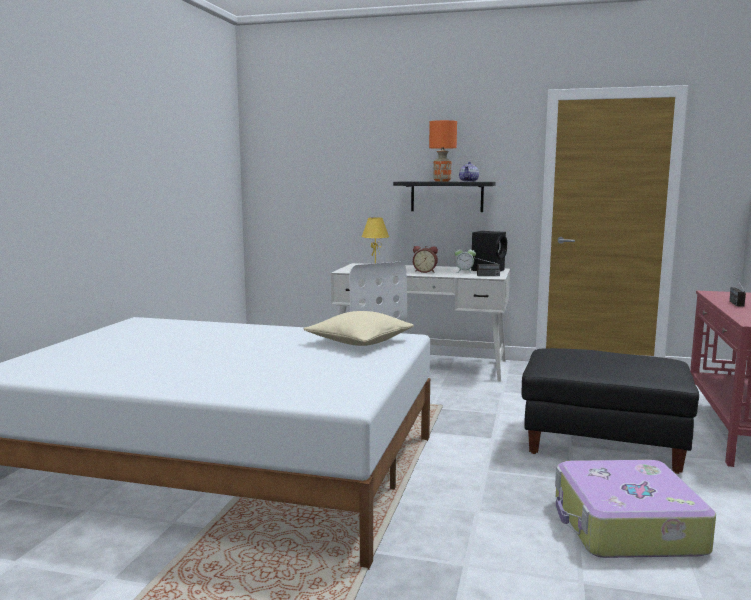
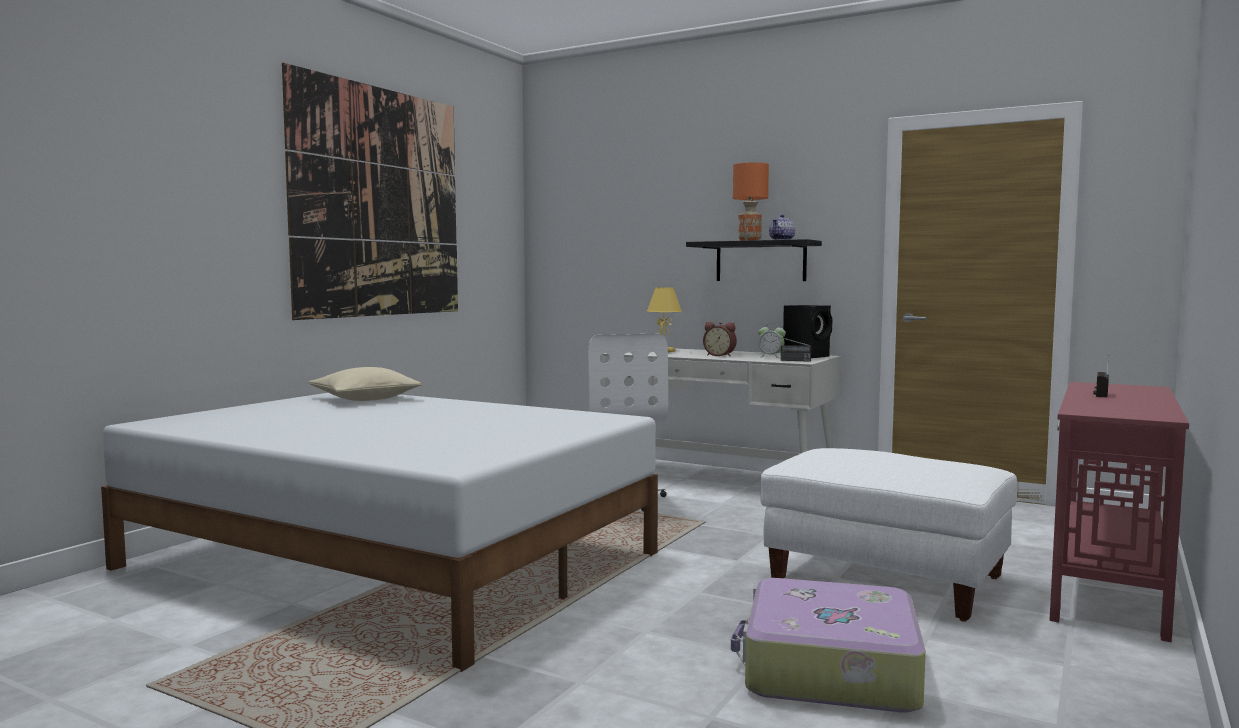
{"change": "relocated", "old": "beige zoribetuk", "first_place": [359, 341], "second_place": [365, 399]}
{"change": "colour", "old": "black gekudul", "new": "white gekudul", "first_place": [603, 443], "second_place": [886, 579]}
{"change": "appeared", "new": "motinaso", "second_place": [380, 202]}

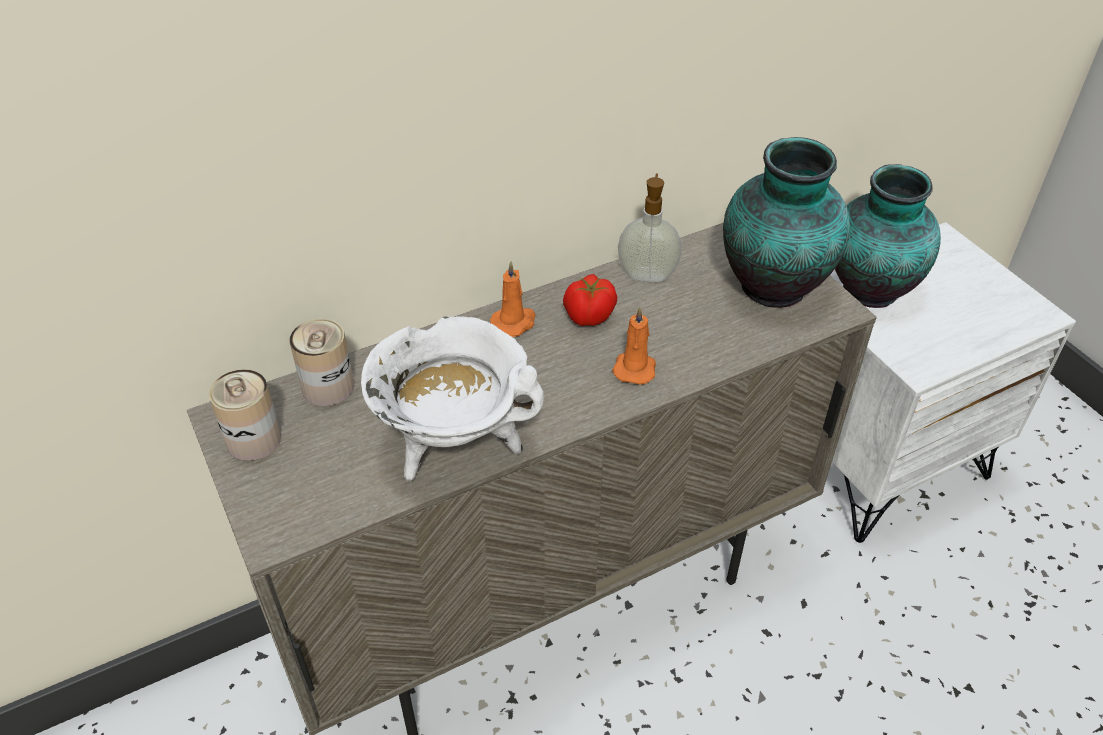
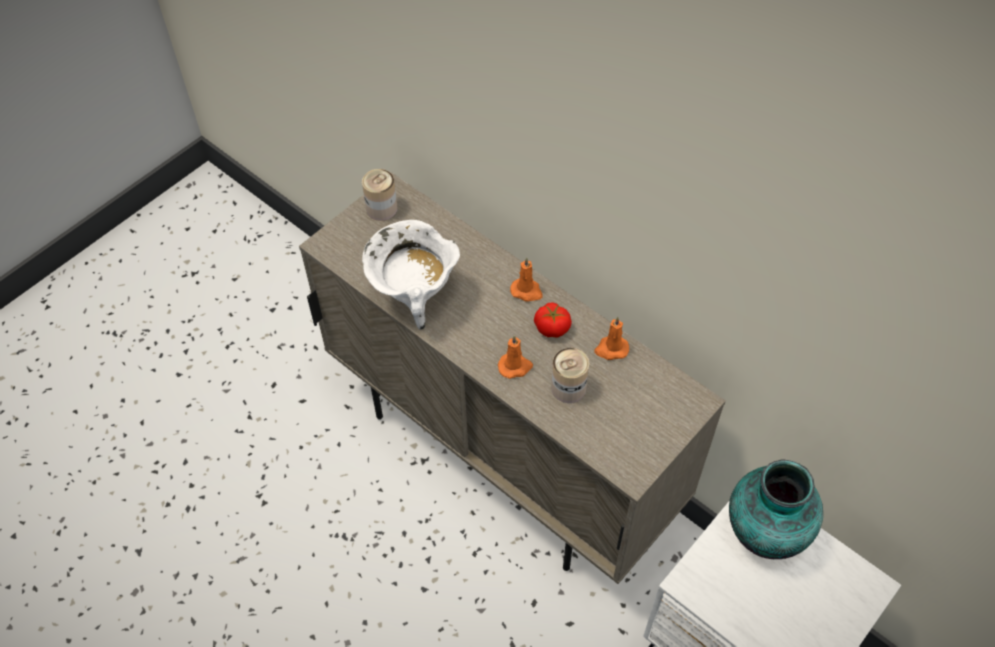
{"change": "missing", "old": "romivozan", "first_place": [774, 289]}
{"change": "exchanged", "old": "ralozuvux", "new": "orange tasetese", "first_place": [647, 274], "second_place": [611, 349]}
{"change": "relocated", "old": "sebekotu", "first_place": [328, 386], "second_place": [568, 388]}

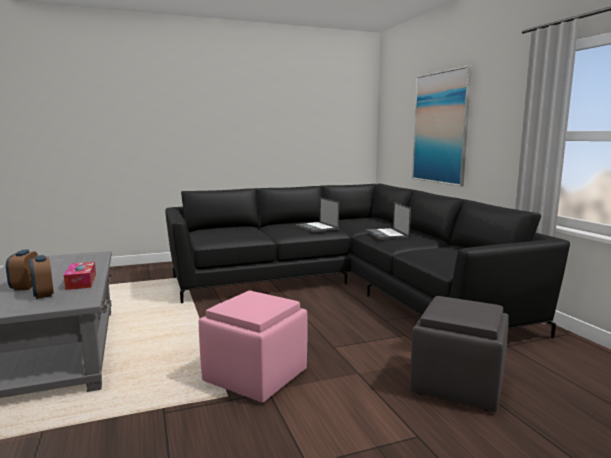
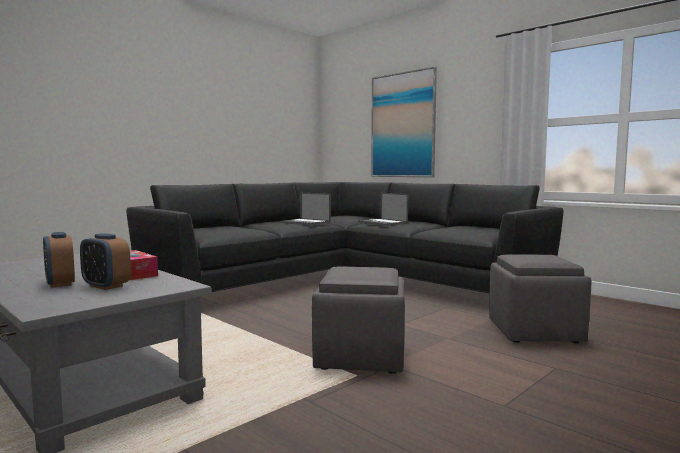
{"change": "colour", "old": "pink gekudul", "new": "grey gekudul", "first_place": [255, 376], "second_place": [359, 356]}

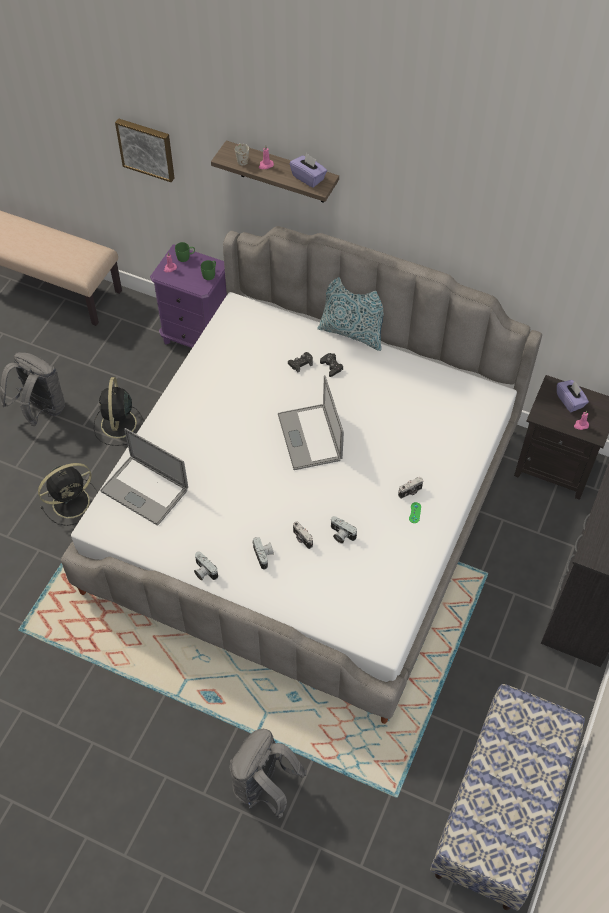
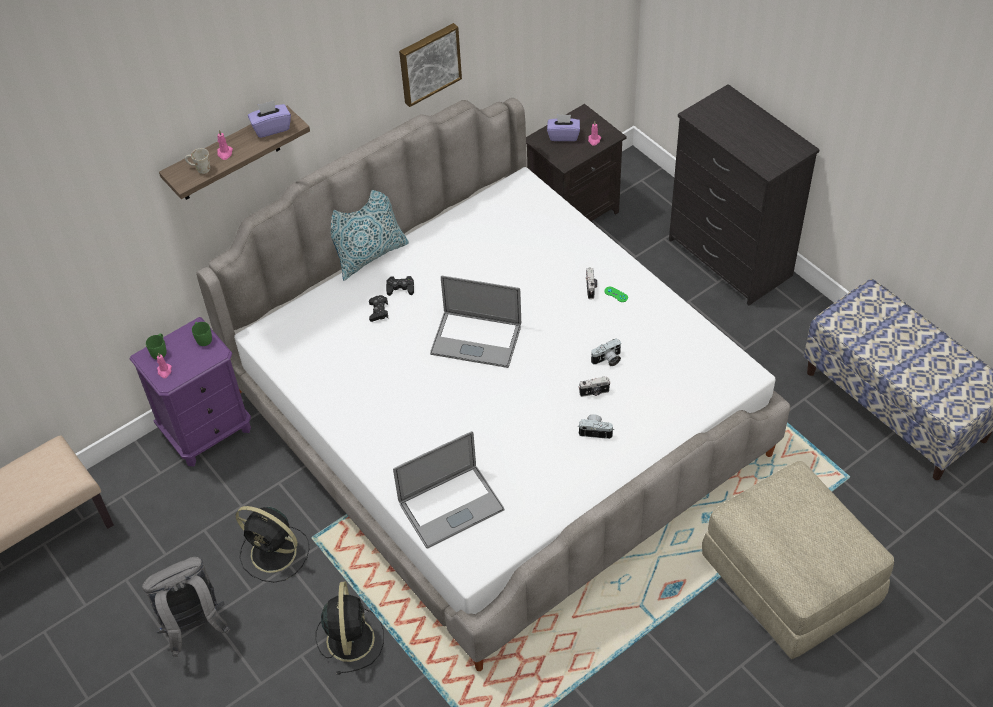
{"change": "relocated", "old": "motinaso", "first_place": [146, 148], "second_place": [428, 63]}
{"change": "missing", "old": "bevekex", "first_place": [203, 571]}
{"change": "exchanged", "old": "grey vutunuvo", "new": "beige gekudul", "first_place": [264, 786], "second_place": [791, 580]}

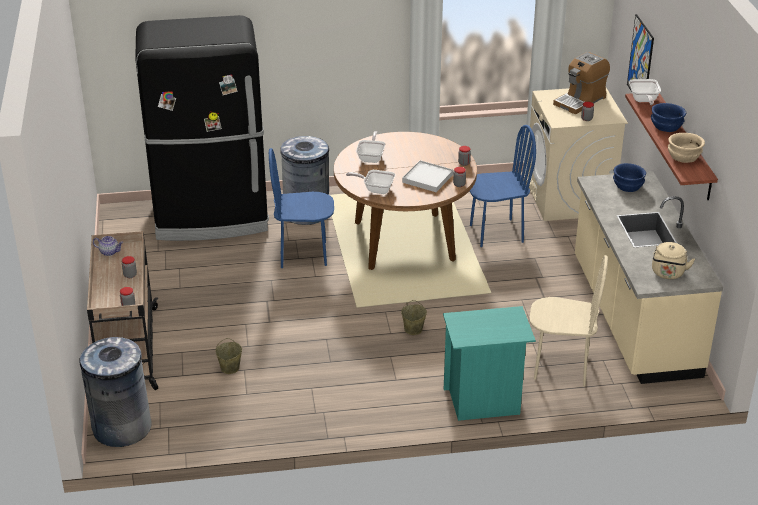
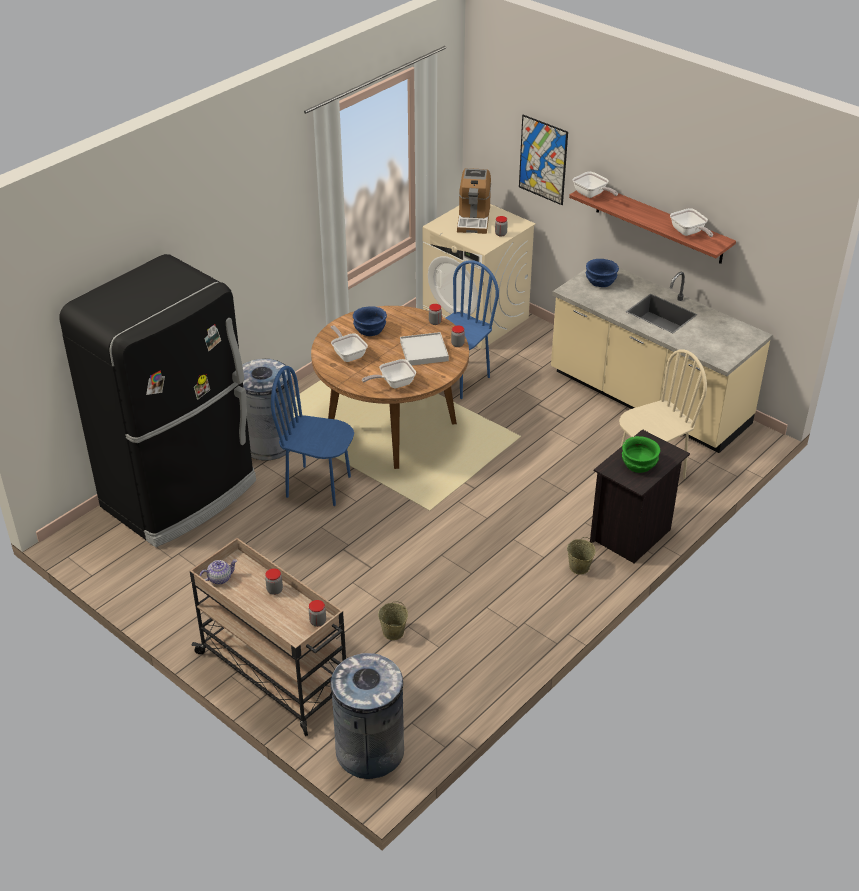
{"change": "relocated", "old": "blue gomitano", "first_place": [665, 127], "second_place": [369, 330]}
{"change": "exchanged", "old": "beige gomitano", "new": "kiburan", "first_place": [683, 157], "second_place": [689, 233]}
{"change": "spun", "old": "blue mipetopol", "first_place": [303, 254], "second_place": [318, 486], "degrees": 60}
{"change": "missing", "old": "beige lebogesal", "first_place": [668, 274]}
{"change": "relocated", "old": "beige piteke", "first_place": [413, 330], "second_place": [579, 567]}
{"change": "colour", "old": "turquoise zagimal", "new": "black zagimal", "first_place": [483, 401], "second_place": [632, 535]}
{"change": "appeared", "new": "green gomitano", "second_place": [639, 464]}

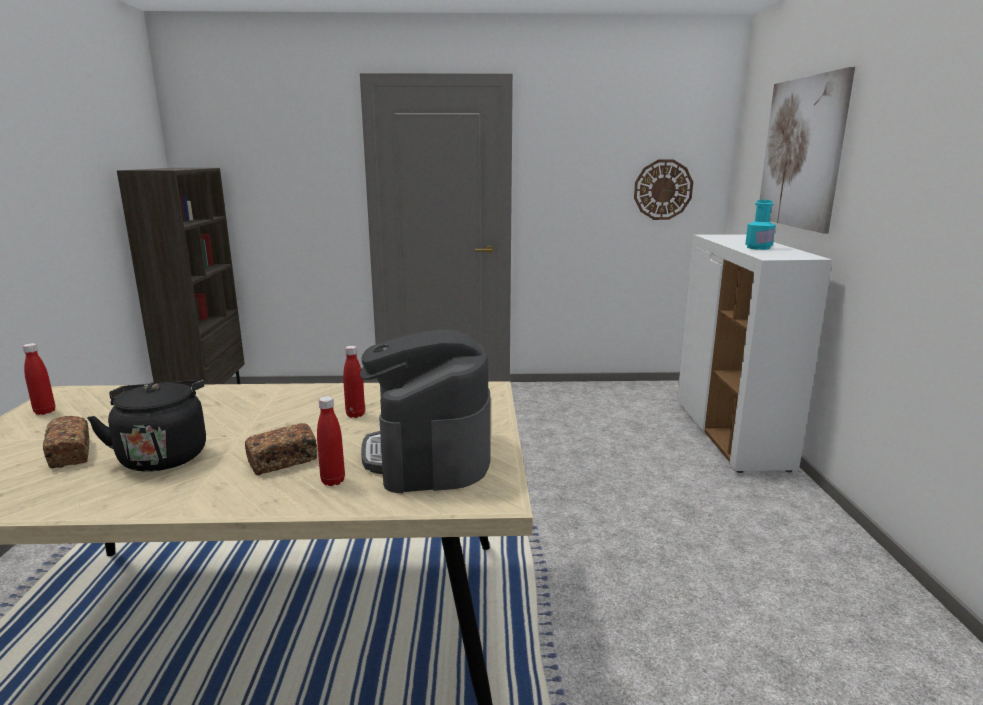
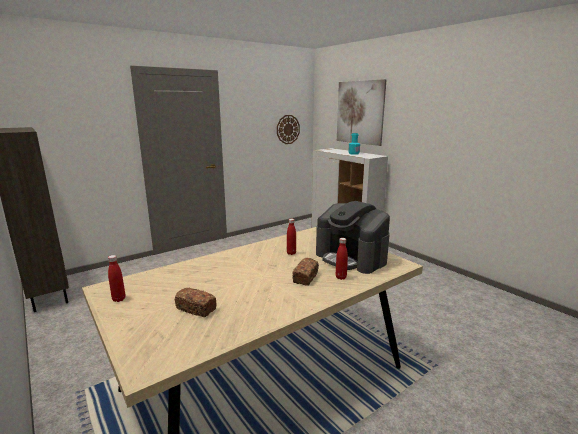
{"change": "missing", "old": "black lebogesal", "first_place": [164, 455]}

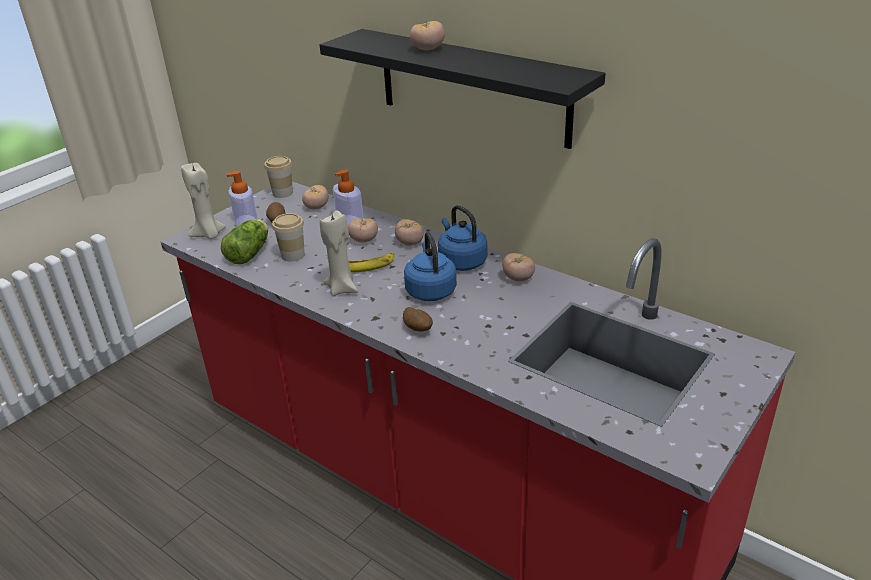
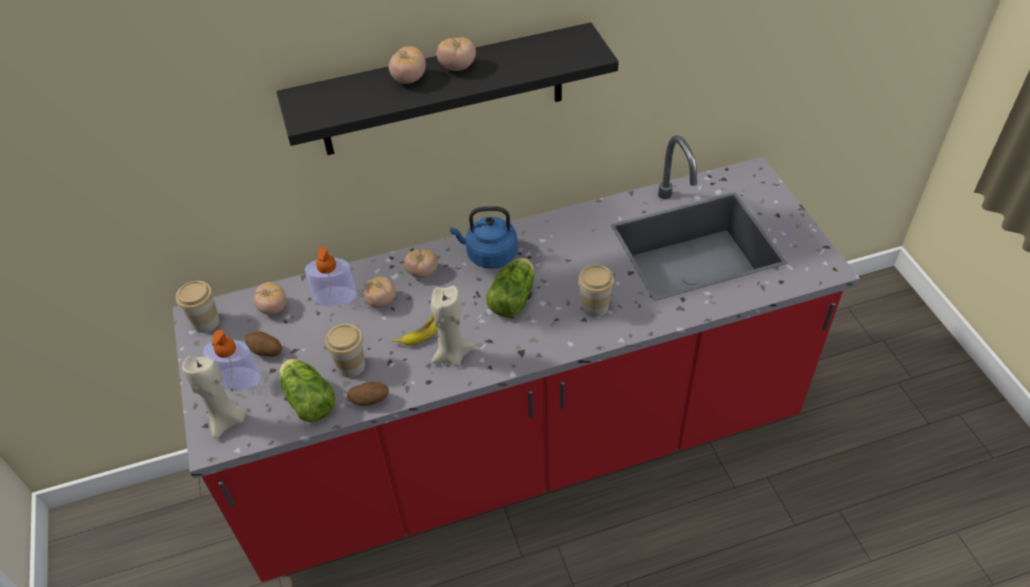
{"change": "exchanged", "old": "blue lebogesal", "new": "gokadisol", "first_place": [430, 290], "second_place": [514, 296]}
{"change": "relocated", "old": "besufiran", "first_place": [518, 278], "second_place": [457, 67]}
{"change": "relocated", "old": "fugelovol", "first_place": [418, 329], "second_place": [370, 400]}
{"change": "appeared", "new": "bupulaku", "second_place": [595, 307]}

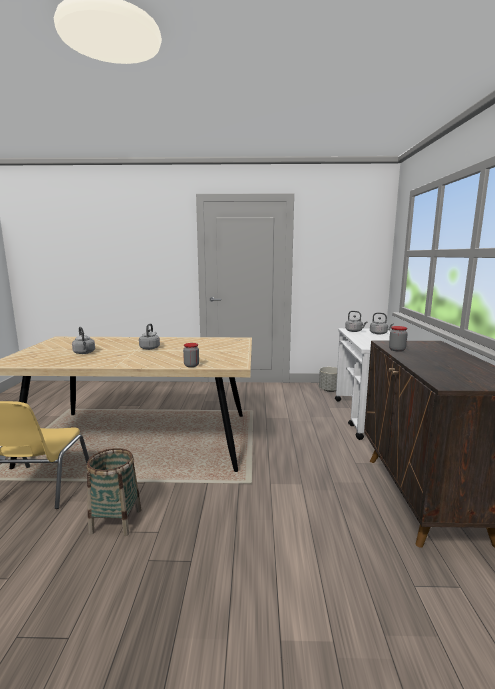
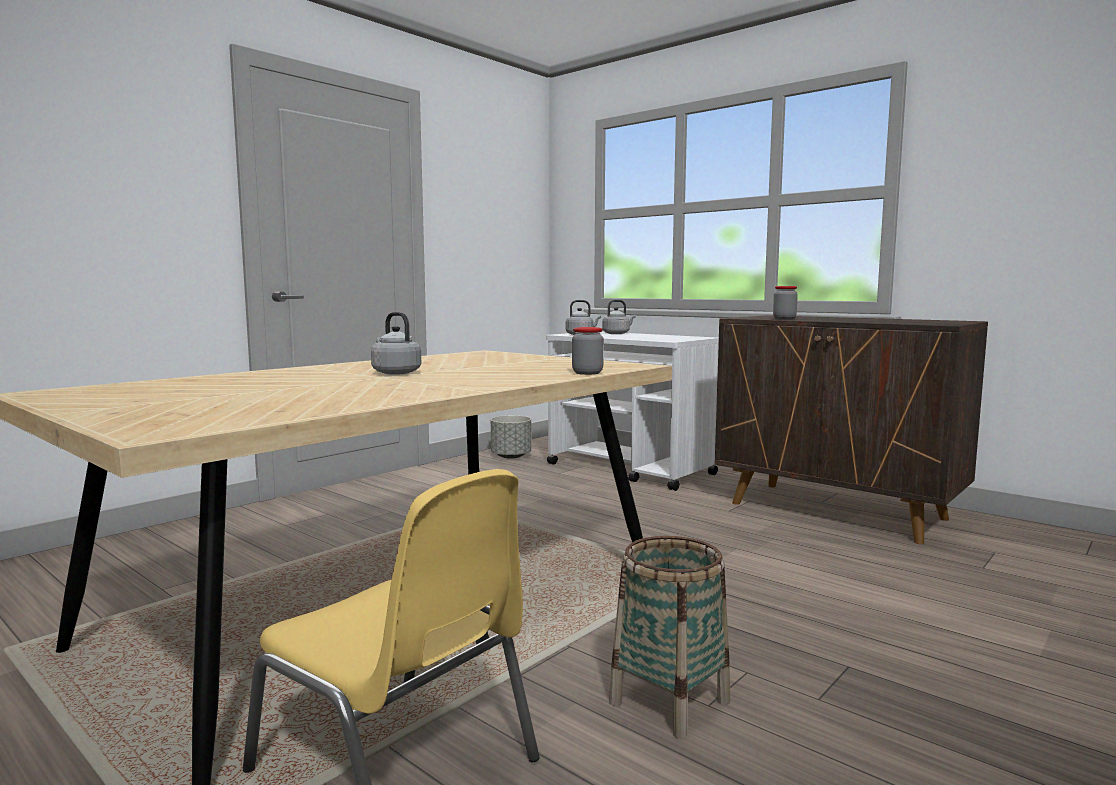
{"change": "missing", "old": "grey lebogesal", "first_place": [84, 353]}

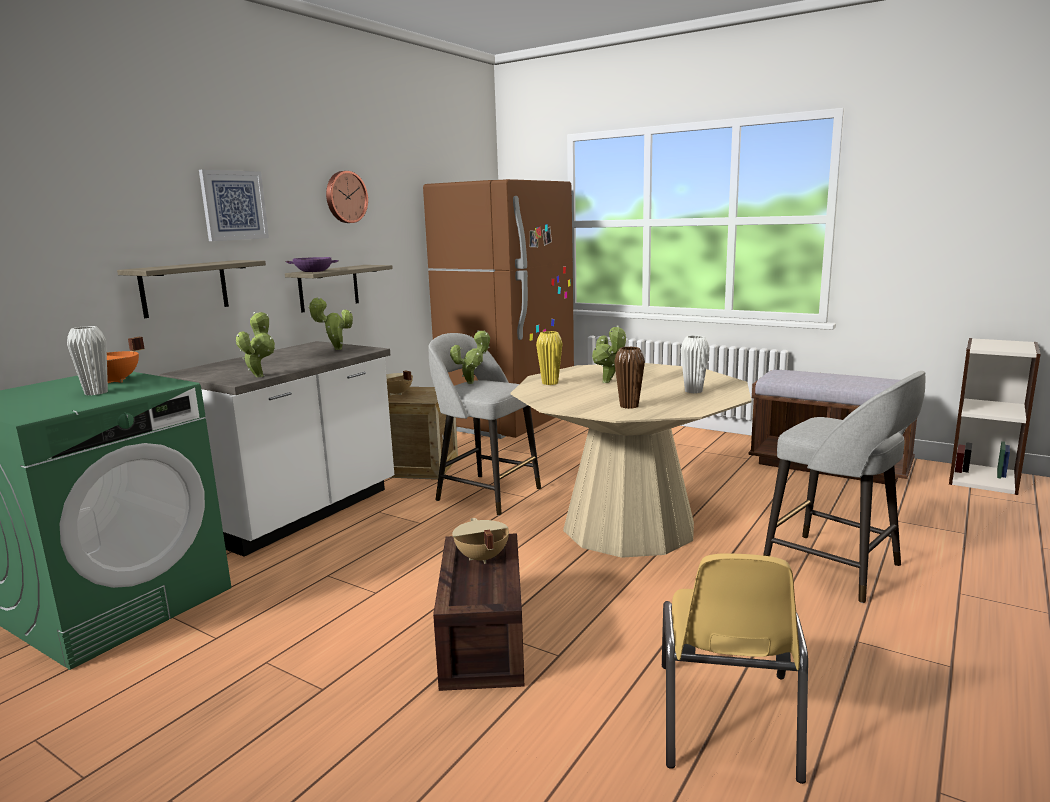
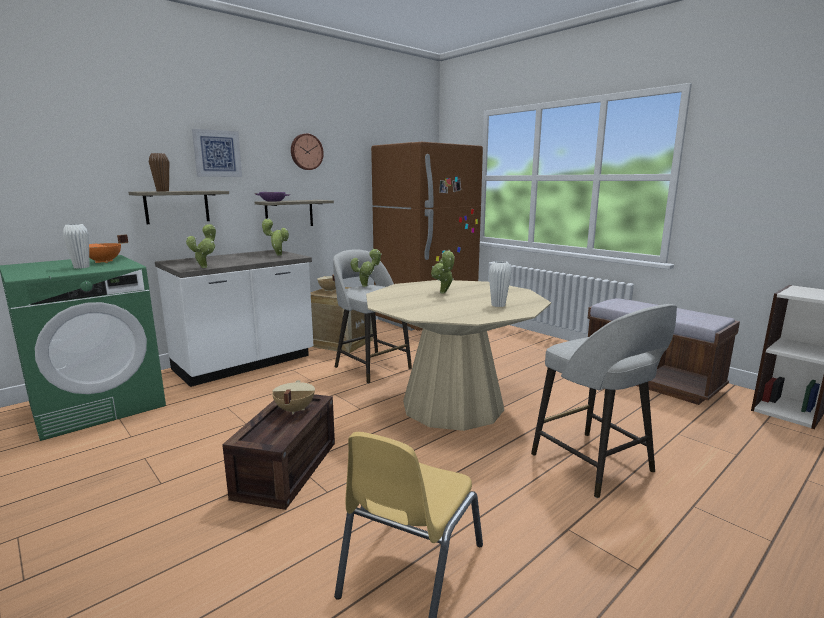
{"change": "missing", "old": "yellow romivozan", "first_place": [550, 383]}
{"change": "relocated", "old": "brown romivozan", "first_place": [629, 406], "second_place": [162, 191]}

